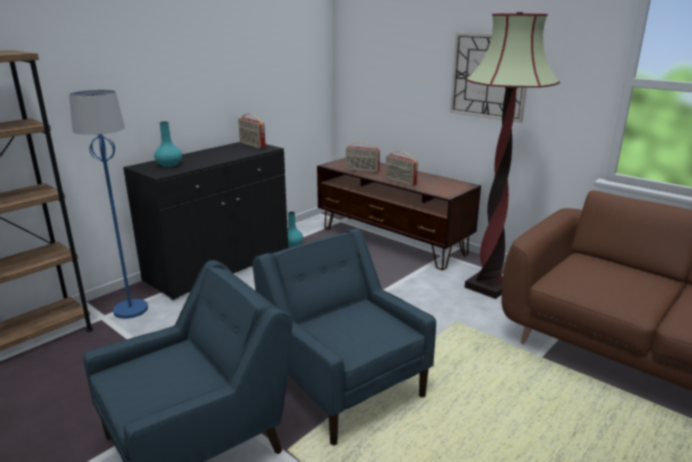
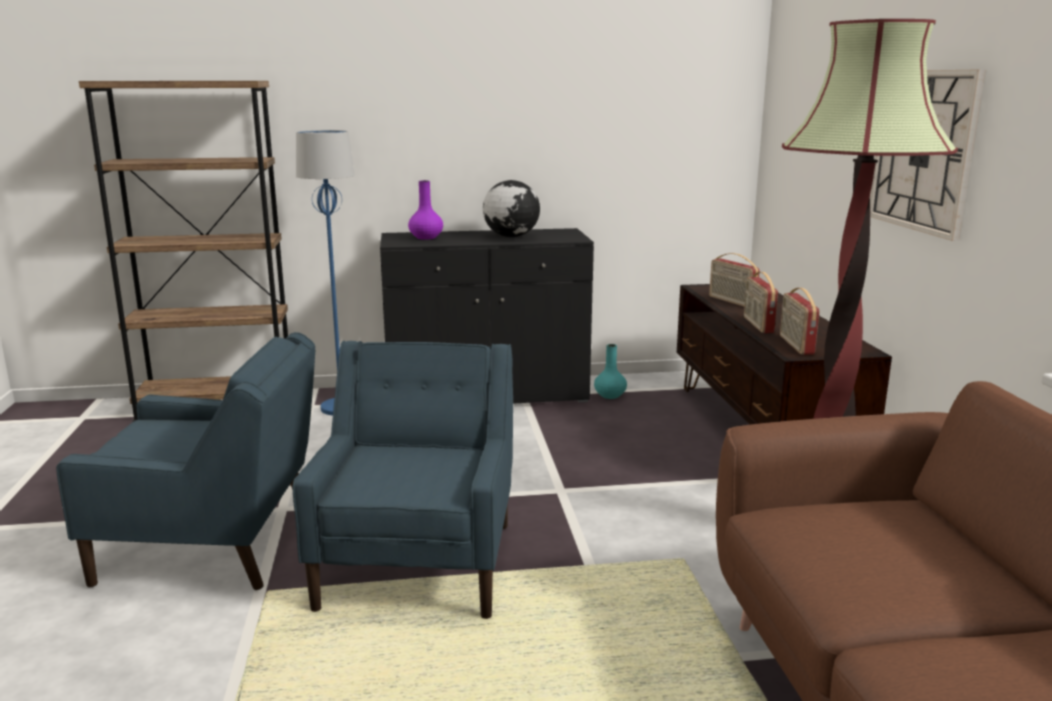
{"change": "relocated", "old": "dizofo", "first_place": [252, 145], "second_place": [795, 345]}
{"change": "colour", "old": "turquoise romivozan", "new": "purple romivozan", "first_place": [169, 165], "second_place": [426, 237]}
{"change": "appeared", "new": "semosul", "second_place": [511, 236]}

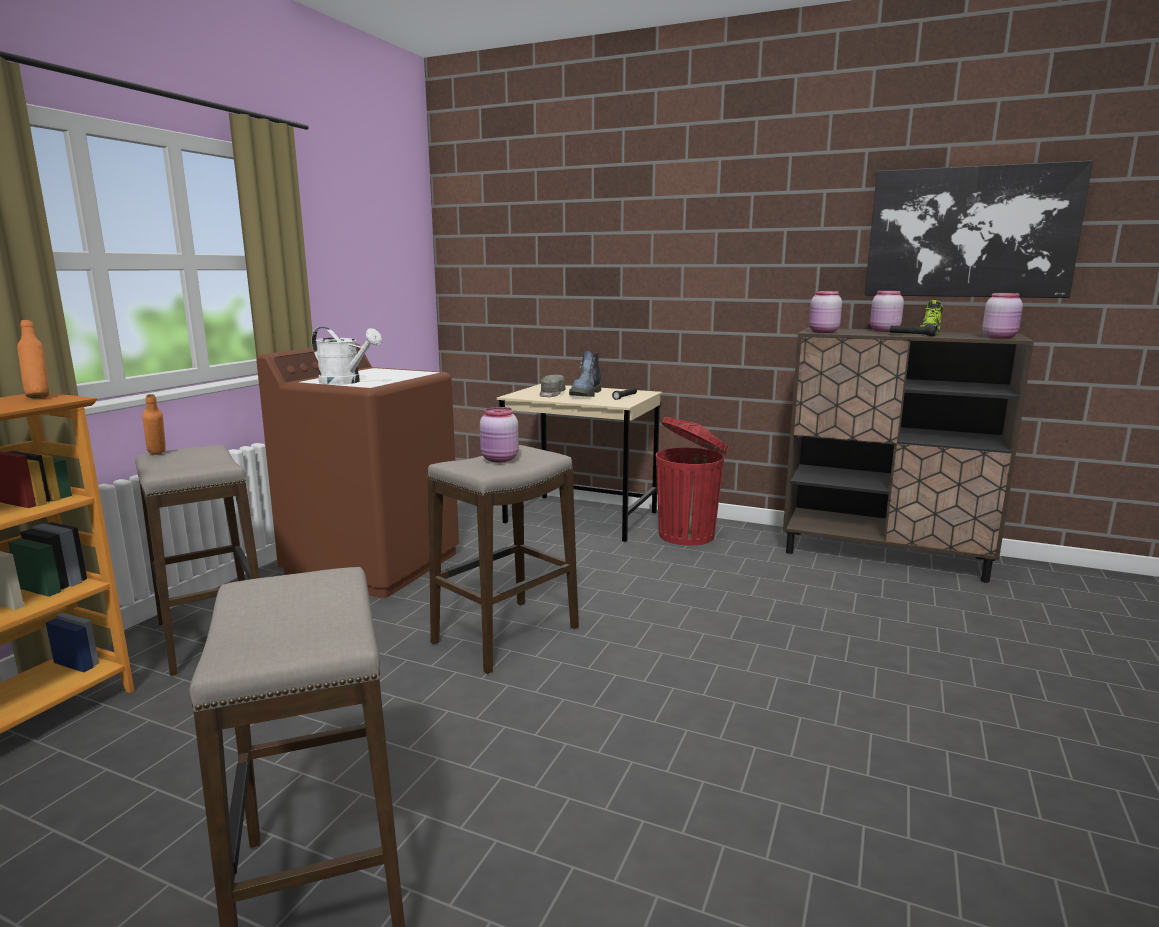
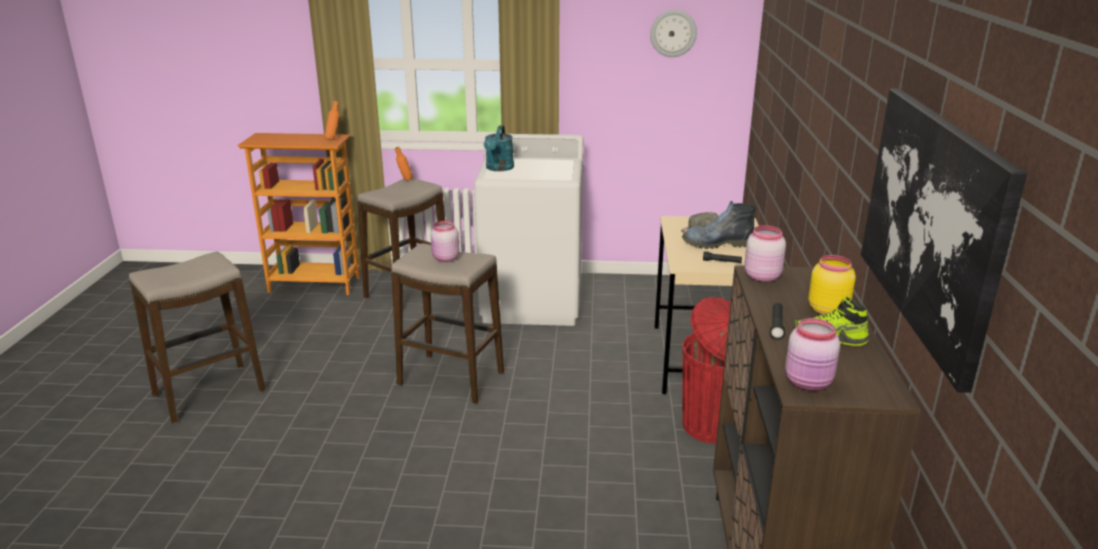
{"change": "colour", "old": "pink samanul", "new": "yellow samanul", "first_place": [883, 331], "second_place": [827, 310]}
{"change": "colour", "old": "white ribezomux", "new": "turquoise ribezomux", "first_place": [346, 382], "second_place": [498, 168]}
{"change": "colour", "old": "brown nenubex", "new": "white nenubex", "first_place": [374, 564], "second_place": [533, 302]}
{"change": "appeared", "new": "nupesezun", "second_place": [673, 33]}

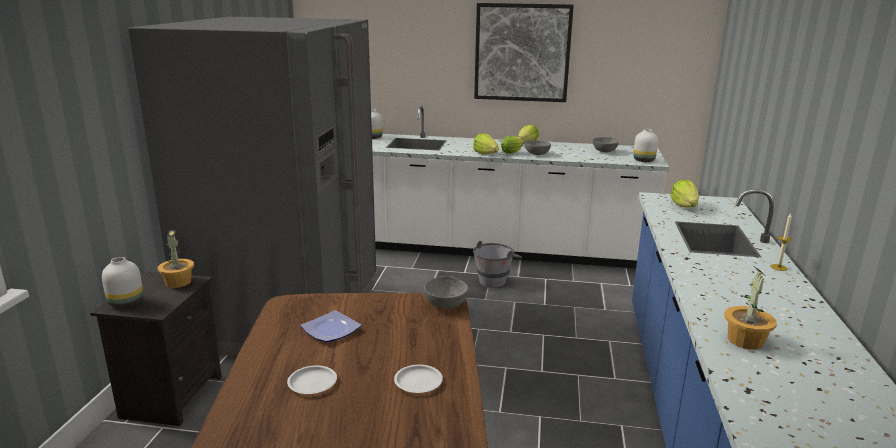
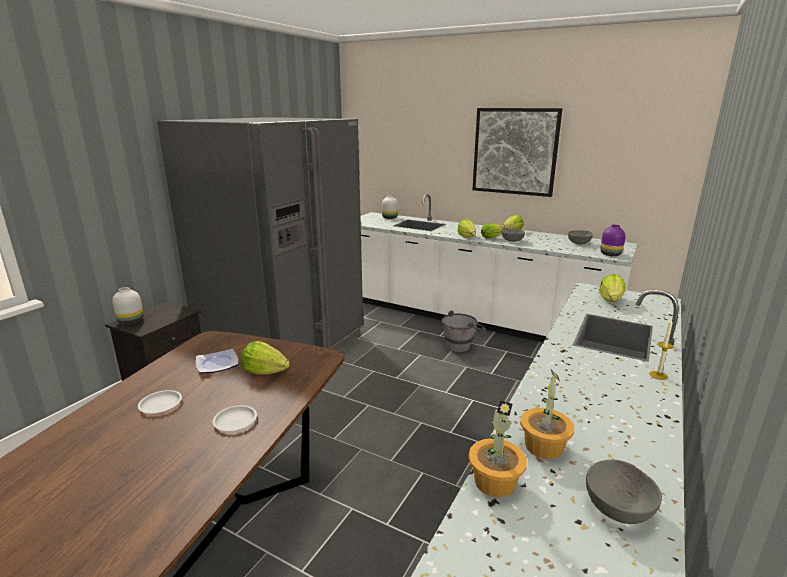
{"change": "colour", "old": "white romivozan", "new": "purple romivozan", "first_place": [643, 160], "second_place": [610, 254]}
{"change": "relocated", "old": "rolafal", "first_place": [178, 282], "second_place": [495, 481]}
{"change": "relocated", "old": "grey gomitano", "first_place": [446, 304], "second_place": [619, 508]}
{"change": "appeared", "new": "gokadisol", "second_place": [265, 371]}

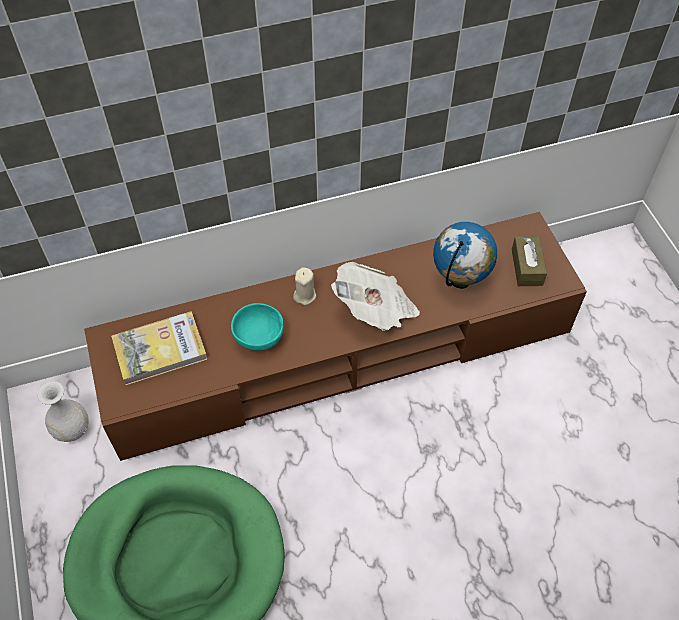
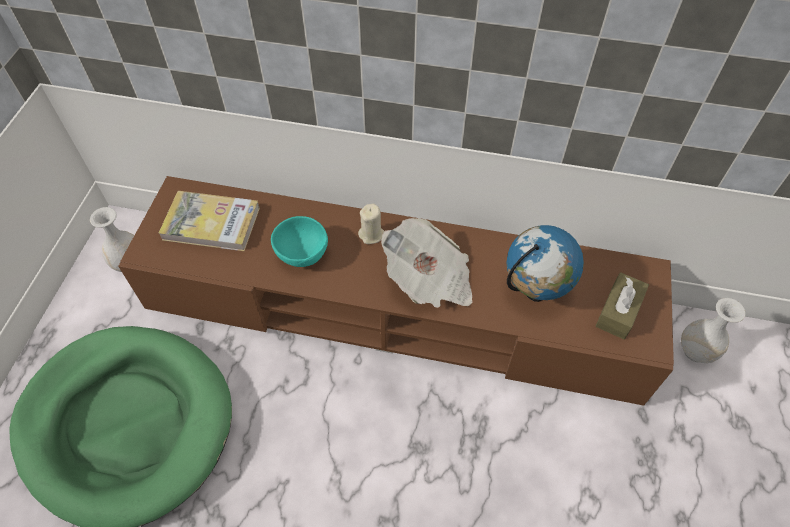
{"change": "appeared", "new": "white romivozan", "second_place": [695, 351]}

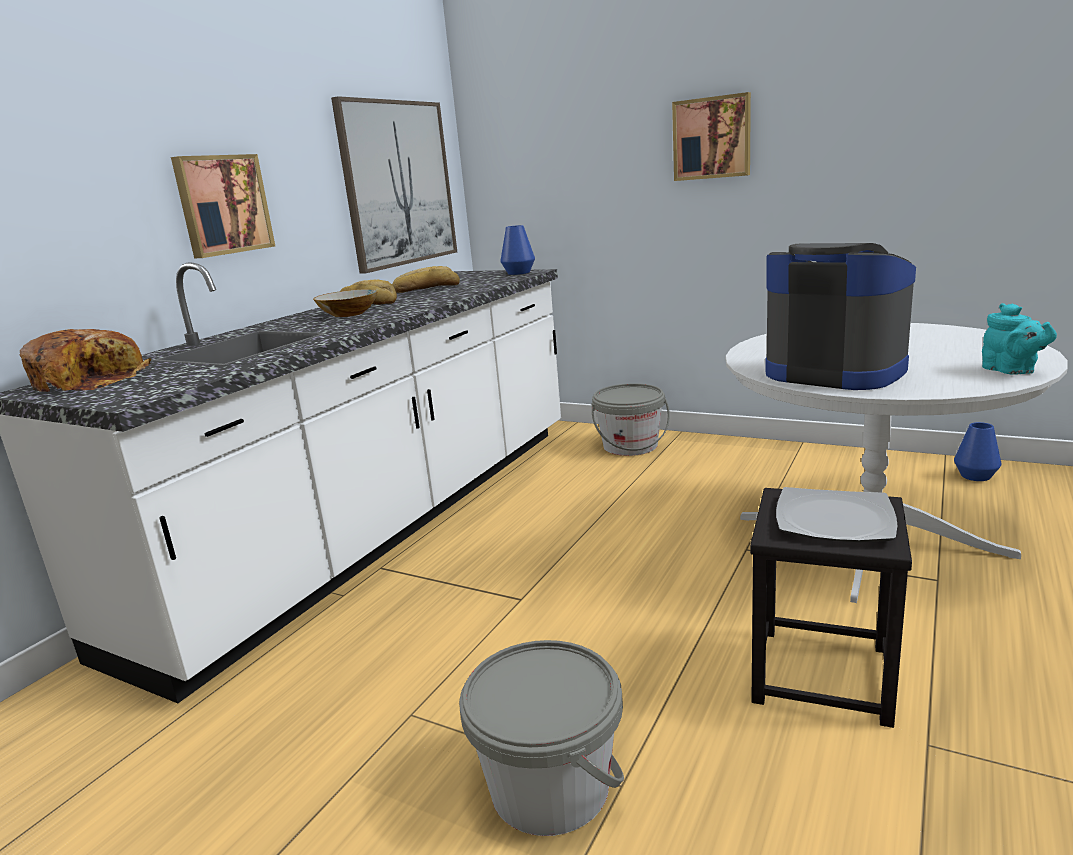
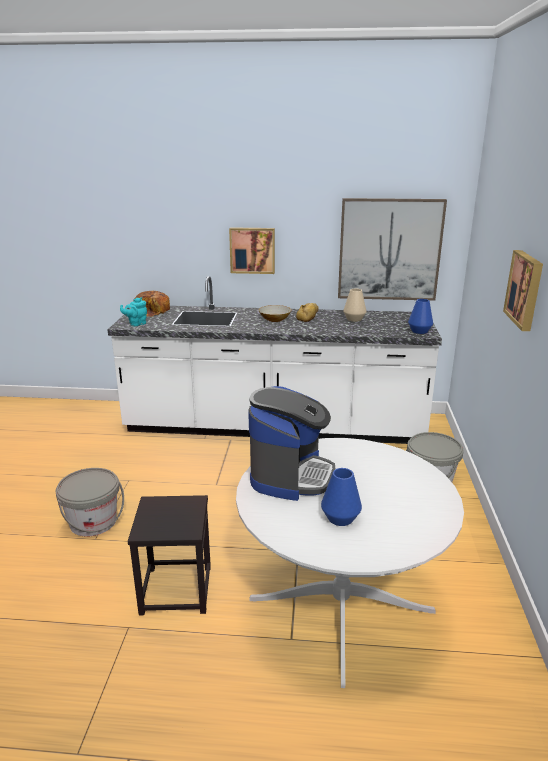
{"change": "exchanged", "old": "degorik", "new": "beige romivozan", "first_place": [426, 288], "second_place": [354, 319]}
{"change": "relocated", "old": "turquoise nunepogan", "first_place": [1011, 371], "second_place": [136, 324]}
{"change": "relocated", "old": "blue romivozan", "first_place": [975, 476], "second_place": [340, 518]}
{"change": "missing", "old": "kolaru", "first_place": [833, 520]}

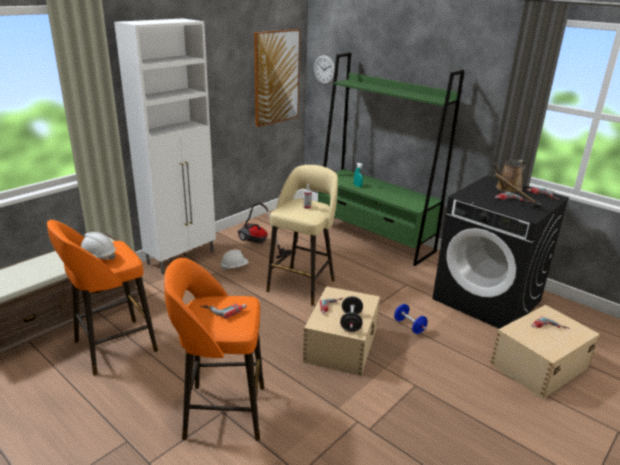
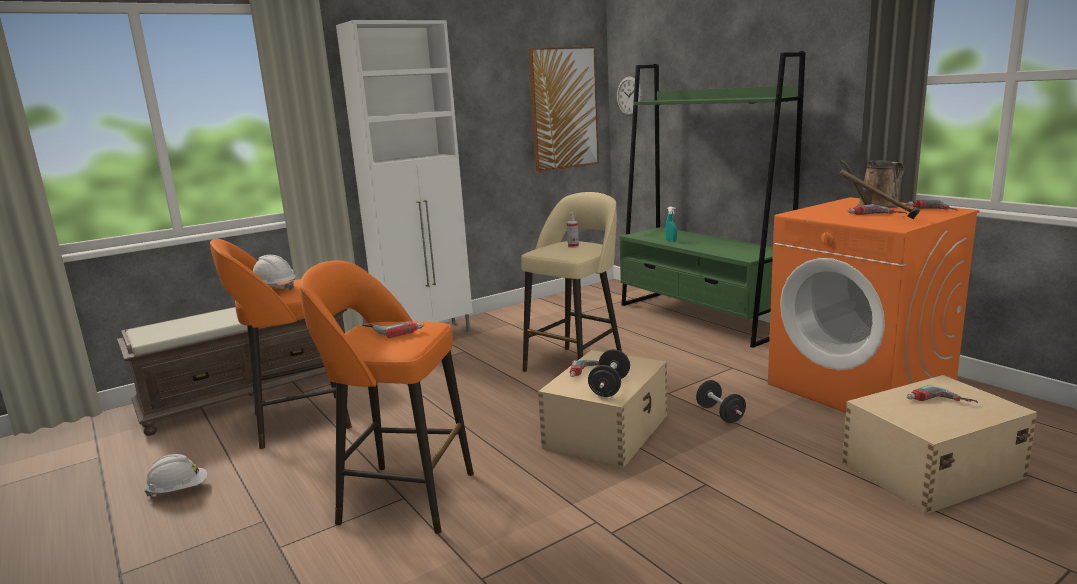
{"change": "colour", "old": "black nenubex", "new": "orange nenubex", "first_place": [487, 300], "second_place": [860, 387]}
{"change": "missing", "old": "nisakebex", "first_place": [258, 244]}
{"change": "relocated", "old": "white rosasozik", "first_place": [234, 267], "second_place": [178, 490]}
{"change": "colour", "old": "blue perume", "new": "black perume", "first_place": [409, 326], "second_place": [720, 414]}

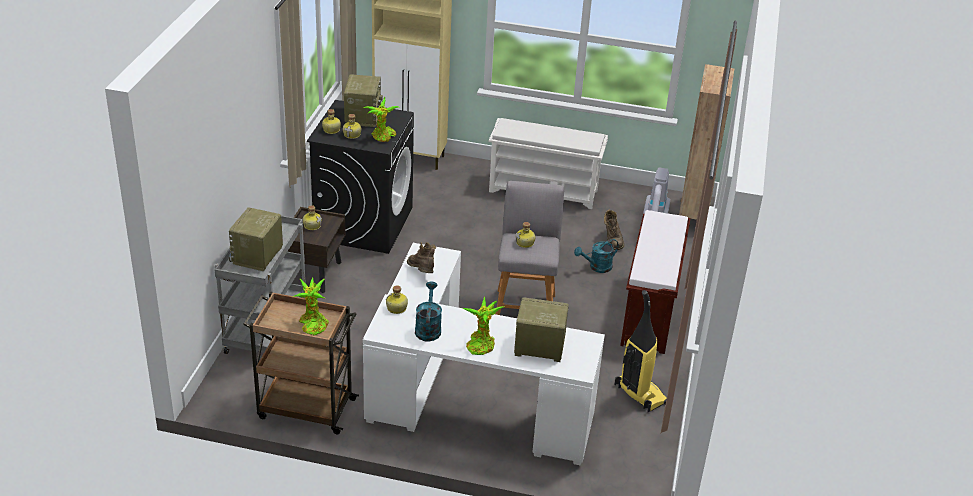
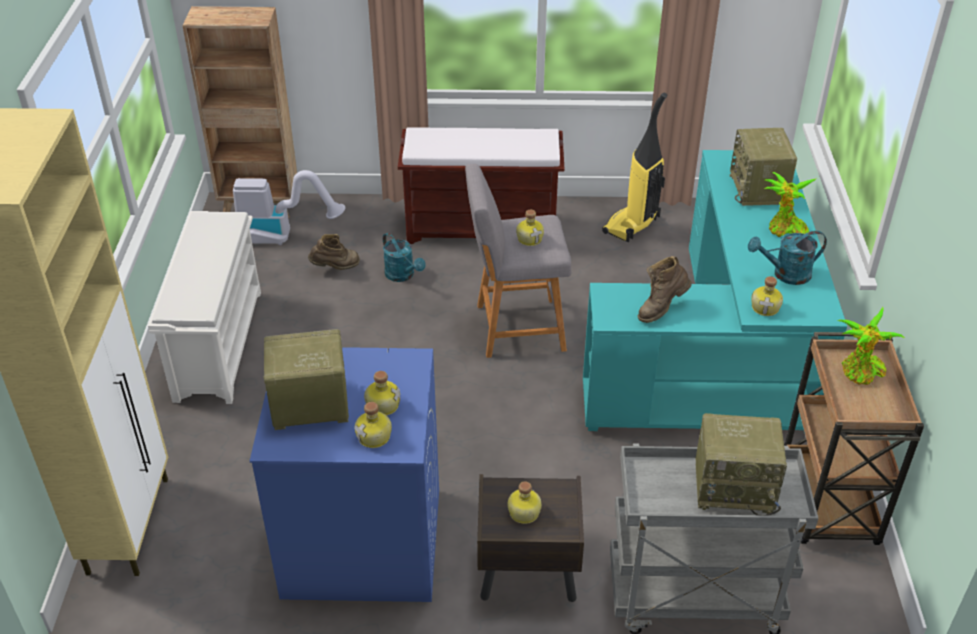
{"change": "missing", "old": "rolafal", "first_place": [383, 137]}
{"change": "colour", "old": "black nenubex", "new": "blue nenubex", "first_place": [363, 223], "second_place": [361, 543]}
{"change": "colour", "old": "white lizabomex", "new": "turquoise lizabomex", "first_place": [463, 400], "second_place": [722, 355]}

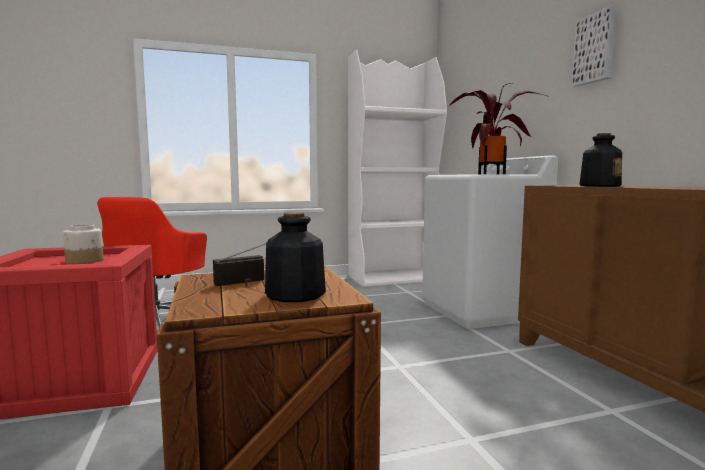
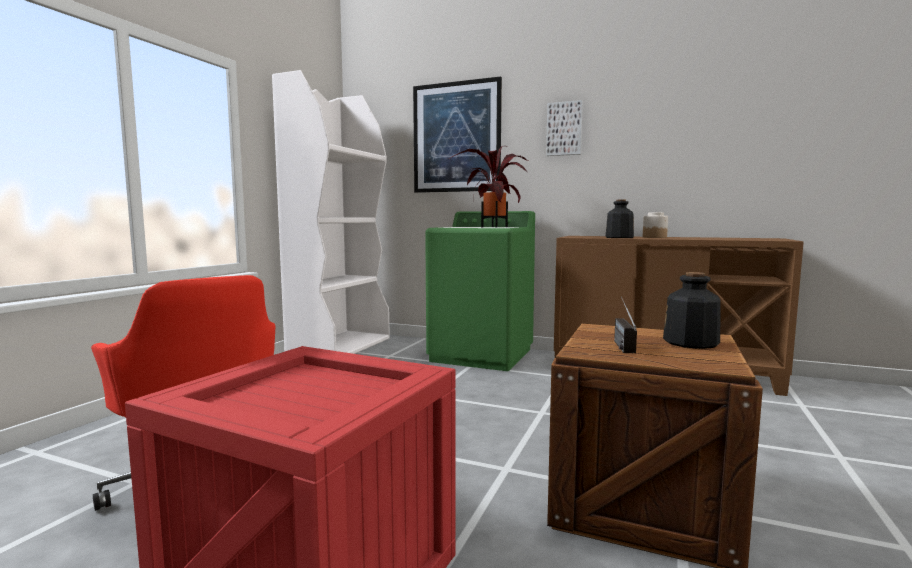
{"change": "colour", "old": "white nenubex", "new": "green nenubex", "first_place": [482, 311], "second_place": [482, 355]}
{"change": "relocated", "old": "samanul", "first_place": [85, 261], "second_place": [654, 237]}
{"change": "appeared", "new": "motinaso", "second_place": [456, 137]}

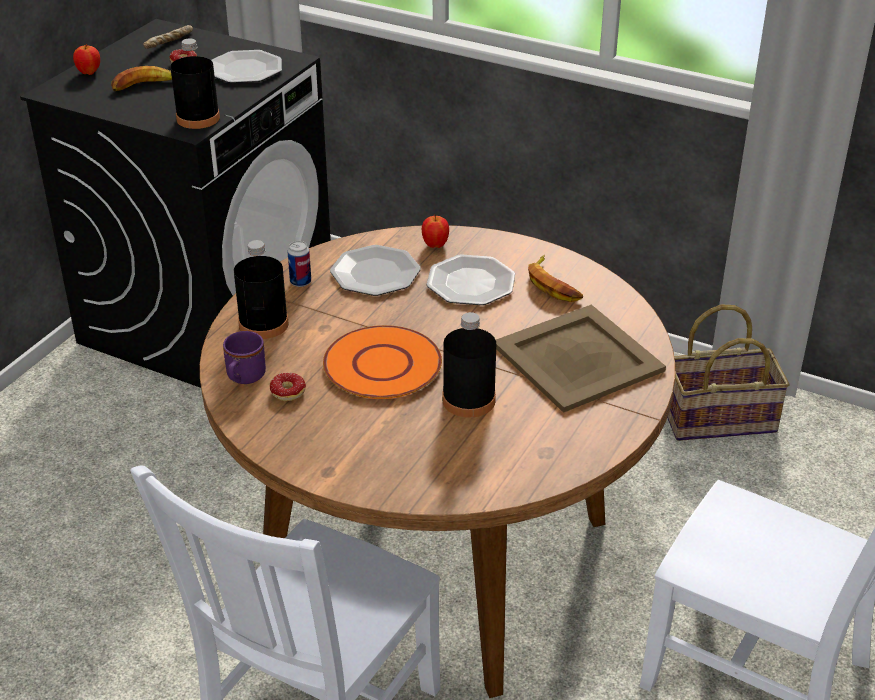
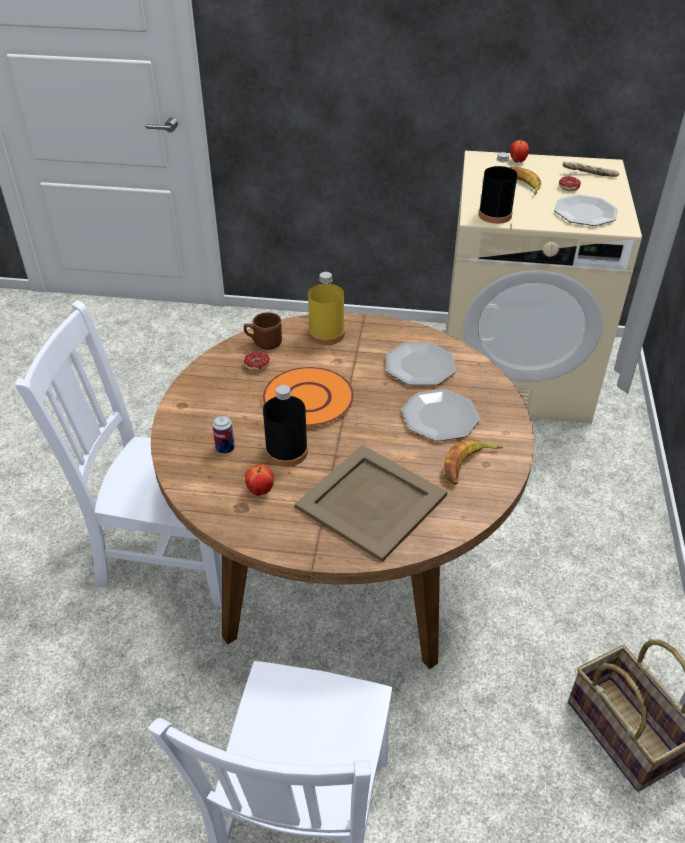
{"change": "colour", "old": "black nenubex", "new": "beige nenubex", "first_place": [208, 317], "second_place": [515, 372]}
{"change": "relocated", "old": "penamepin", "first_place": [435, 245], "second_place": [260, 491]}
{"change": "colour", "old": "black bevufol", "new": "yellow bevufol", "first_place": [263, 324], "second_place": [326, 334]}
{"change": "relocated", "old": "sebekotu", "first_place": [300, 282], "second_place": [225, 448]}
{"change": "colour", "old": "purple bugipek", "new": "brown bugipek", "first_place": [244, 378], "second_place": [263, 343]}

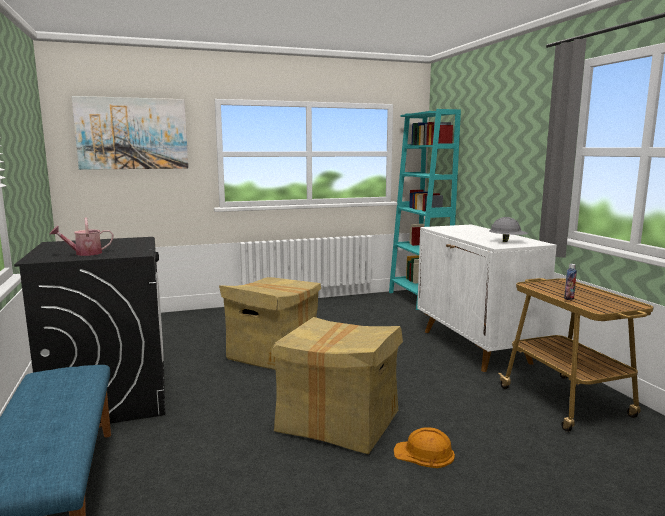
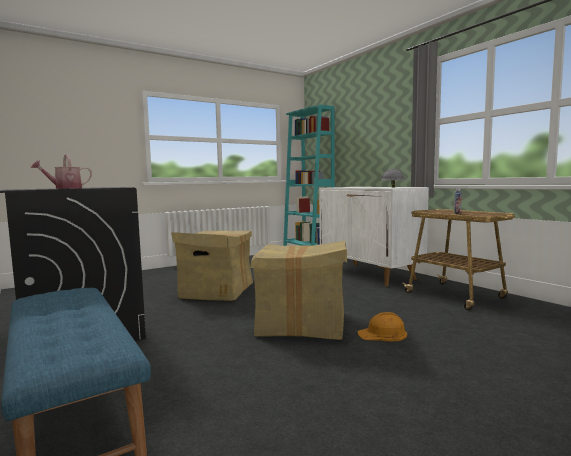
{"change": "missing", "old": "motinaso", "first_place": [132, 133]}

